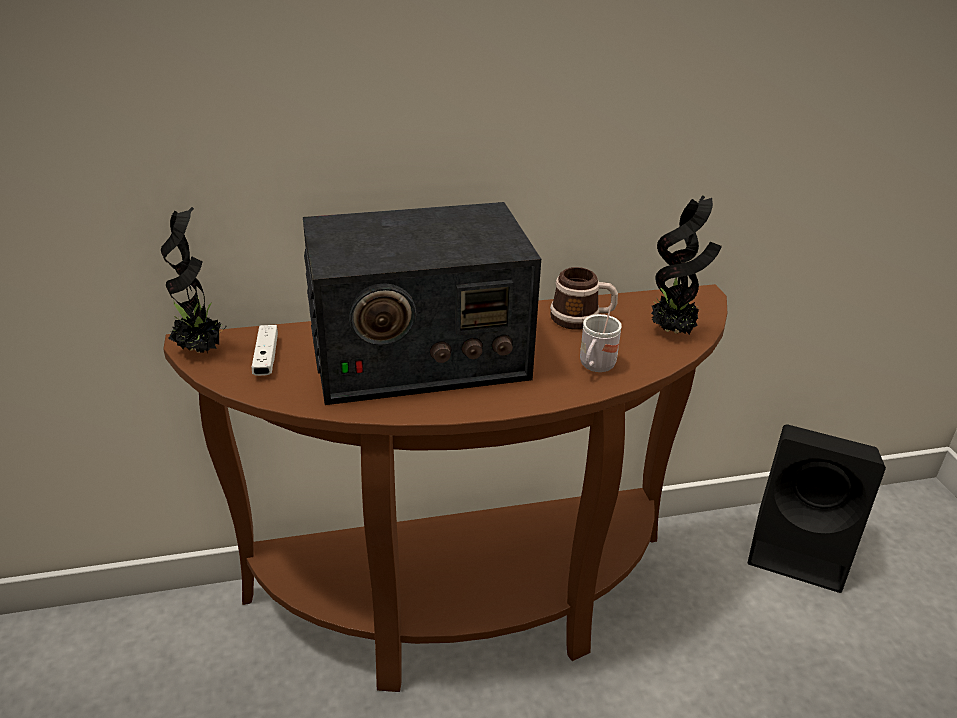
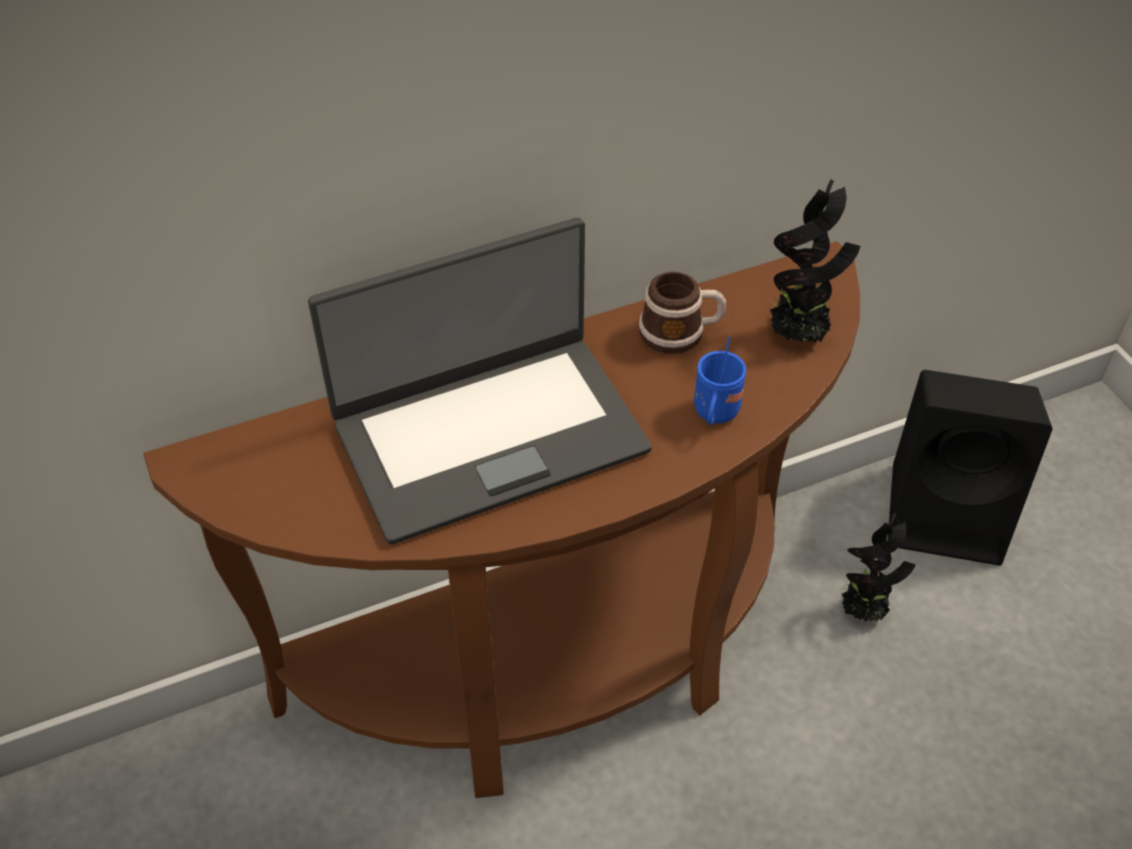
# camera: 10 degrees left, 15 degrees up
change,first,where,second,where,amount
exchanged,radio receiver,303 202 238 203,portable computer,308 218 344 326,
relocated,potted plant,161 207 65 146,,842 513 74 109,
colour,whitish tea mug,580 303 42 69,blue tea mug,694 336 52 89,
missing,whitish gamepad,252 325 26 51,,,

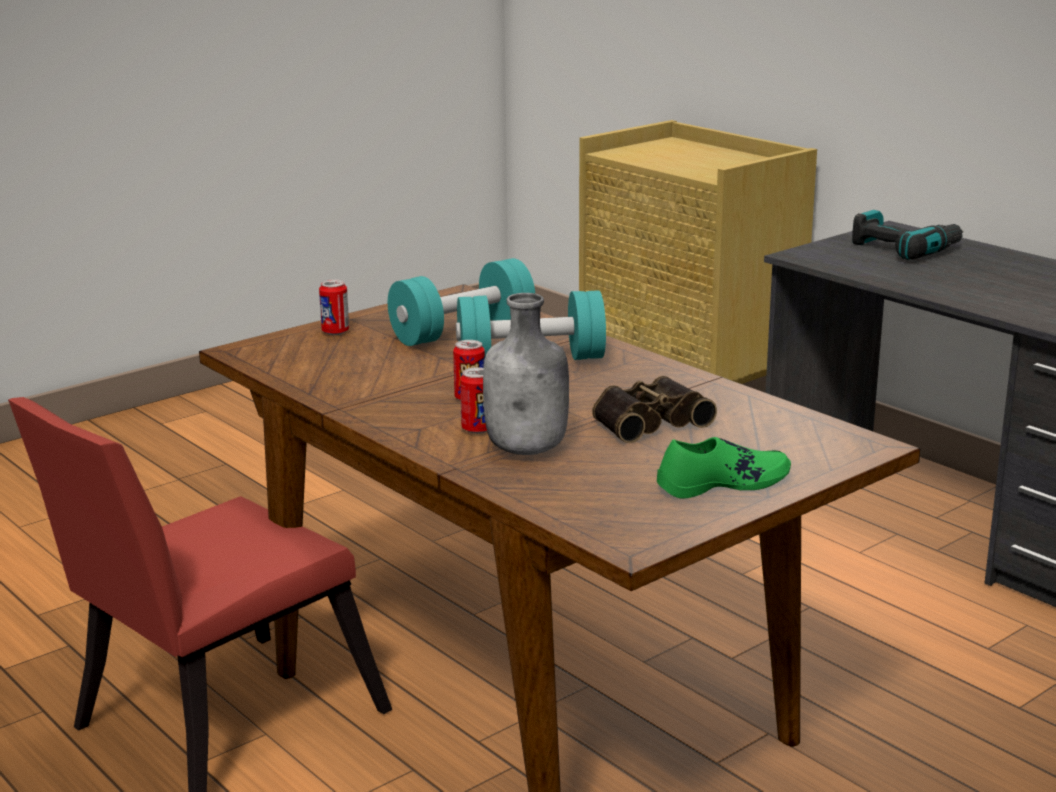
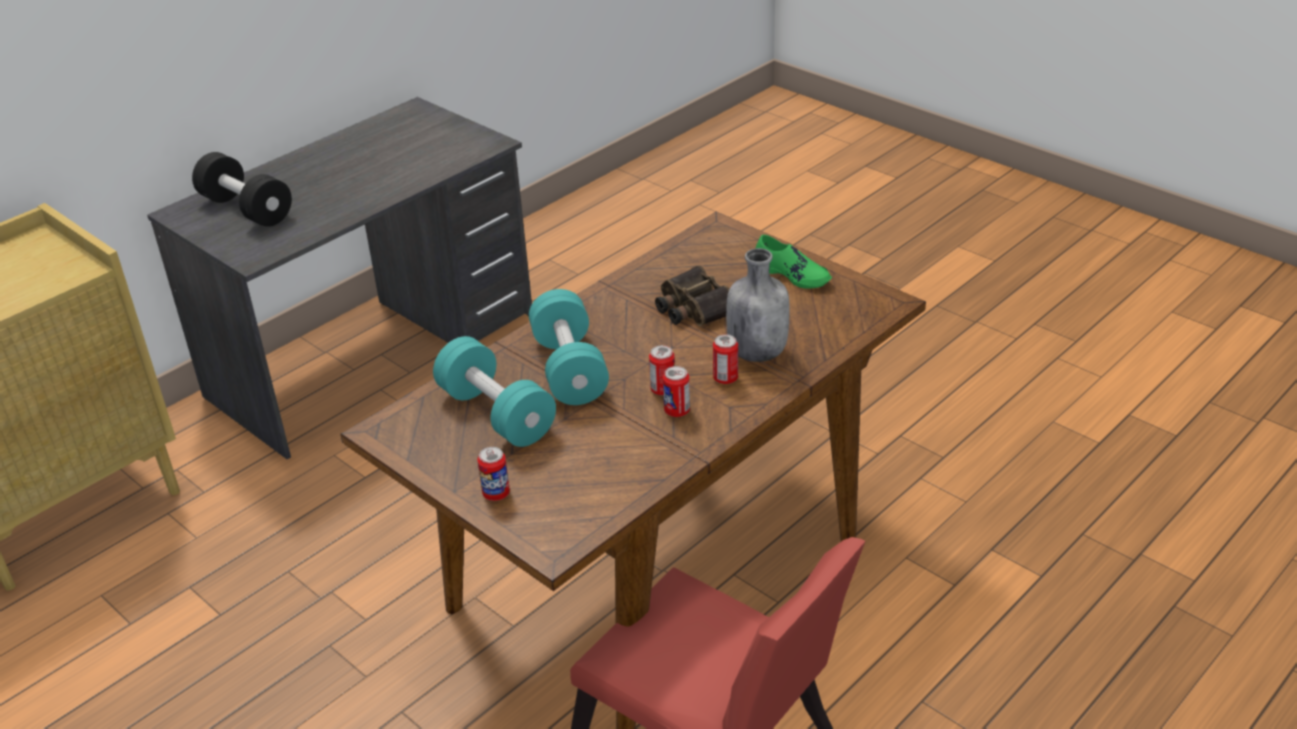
# camera: 95 degrees left, 15 degrees up
change,first,where,second,where,amount
exchanged,power drill,852 210 112 50,black-coloured free weight,192 152 100 75,
spun,greenish shoe,657 437 134 61,,755 235 77 54,150 degrees clockwise
appeared,,,can,663 366 27 51,

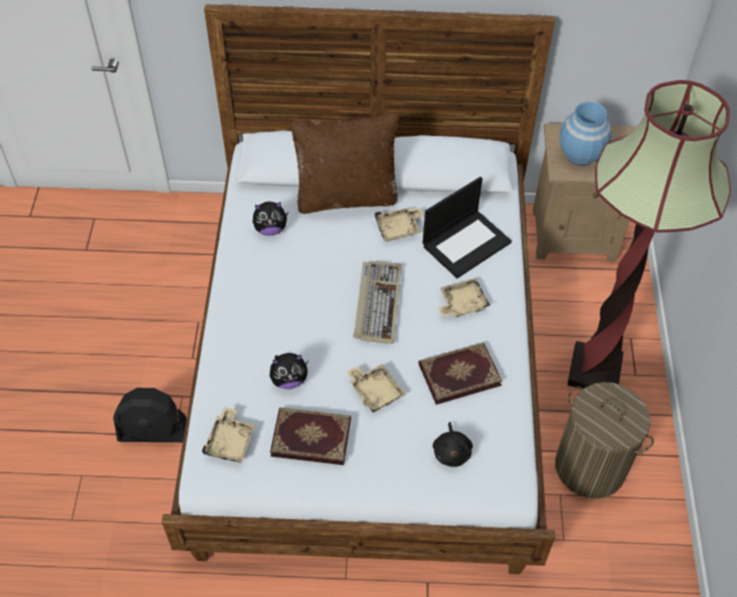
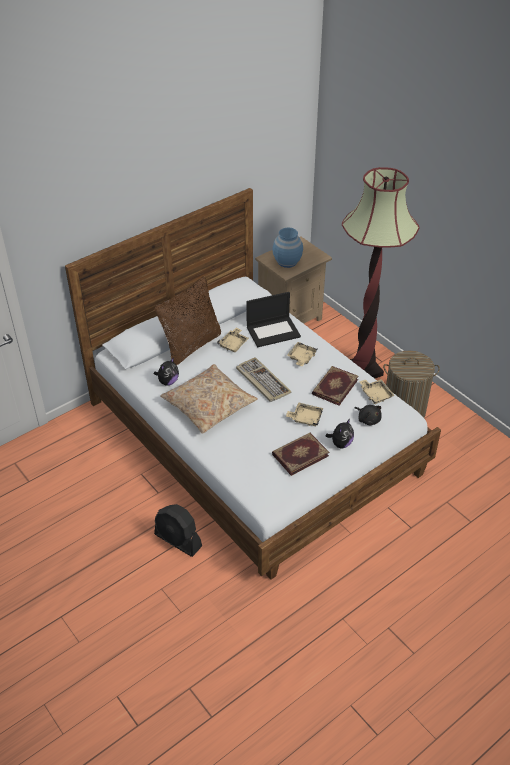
# camera: 40 degrees left, 10 degrees down
change,first,where,second,where,amount
spun,portable computer,423 177 89 101,,246 292 55 55,60 degrees clockwise
relocated,cuddly toy,270 353 38 36,,325 419 29 29,
spun,black-coloured electric fan,113 388 74 54,,154 504 48 53,75 degrees clockwise
relocated,beige-coloured carrying tray,202 407 53 56,,360 379 35 25,
appeared,,,beige-coloured throw pillow,160 364 98 70,

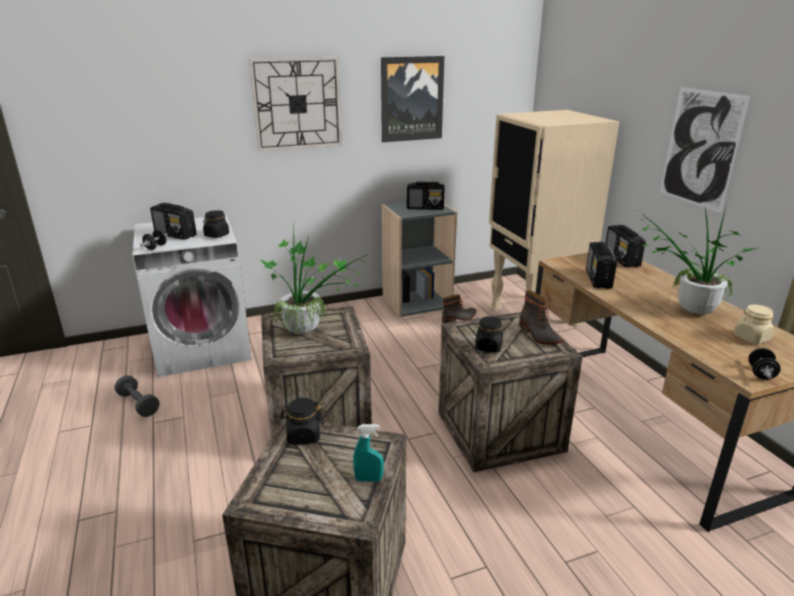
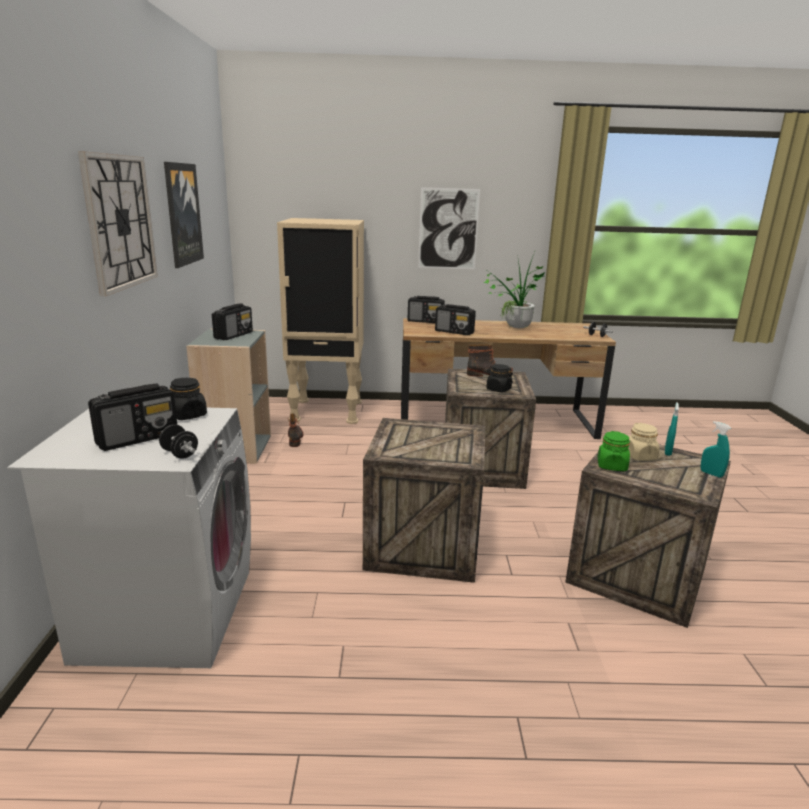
# camera: 70 degrees left, 5 degrees down
change,first,where,second,where,amount
missing,potted plant,260 228 110 107,,,
relocated,beige-coloured storage jar,734 305 40 39,,628 423 32 38,
missing,gray free weight,115 375 44 42,,,
colour,black-coloured storage jar,280 398 44 47,greenish storage jar,598 431 32 40,
appeared,,,blue-green hand sprayer,701 421 30 57,

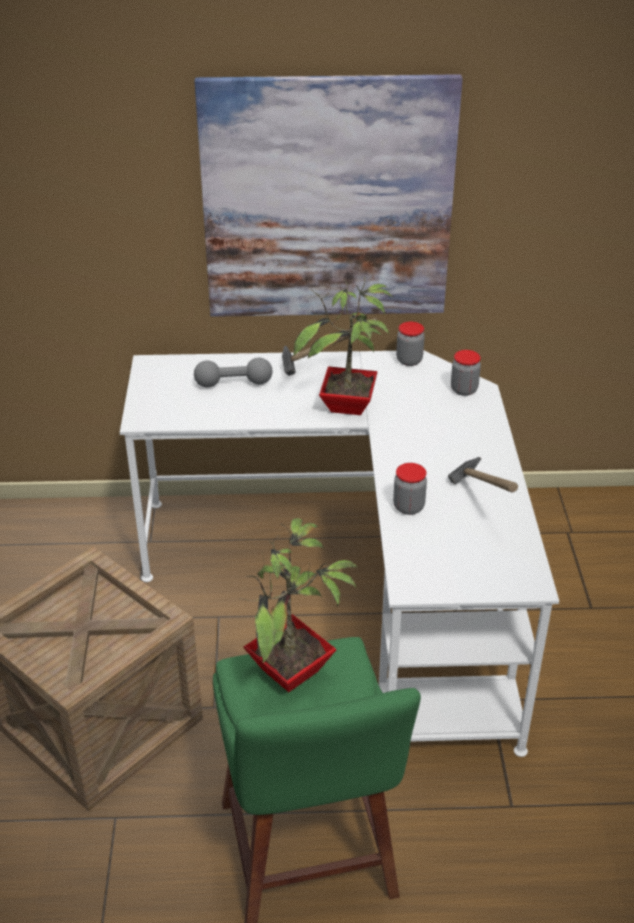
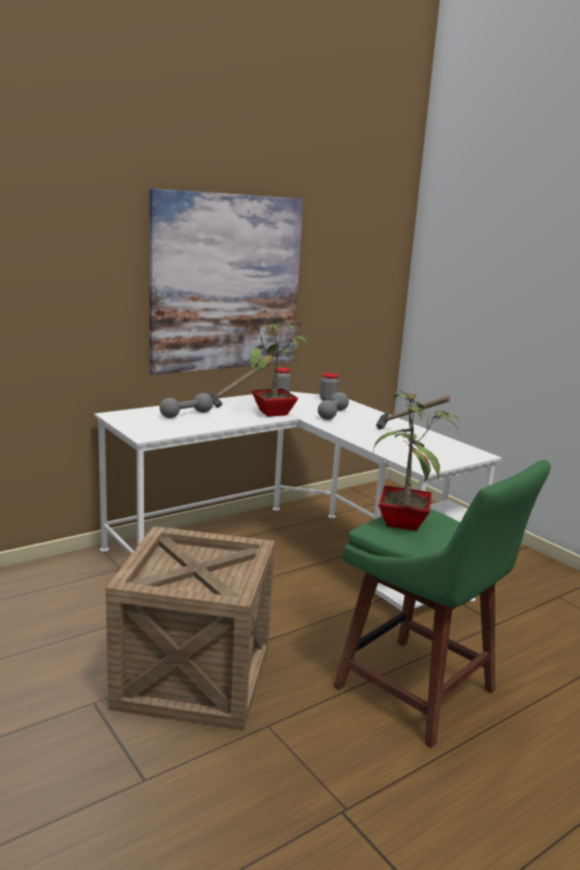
# camera: 35 degrees left, 20 degrees down
change,first,where,second,where,amount
missing,storage jar,393 463 34 52,,,
appeared,,,gray free weight,318 392 31 28,

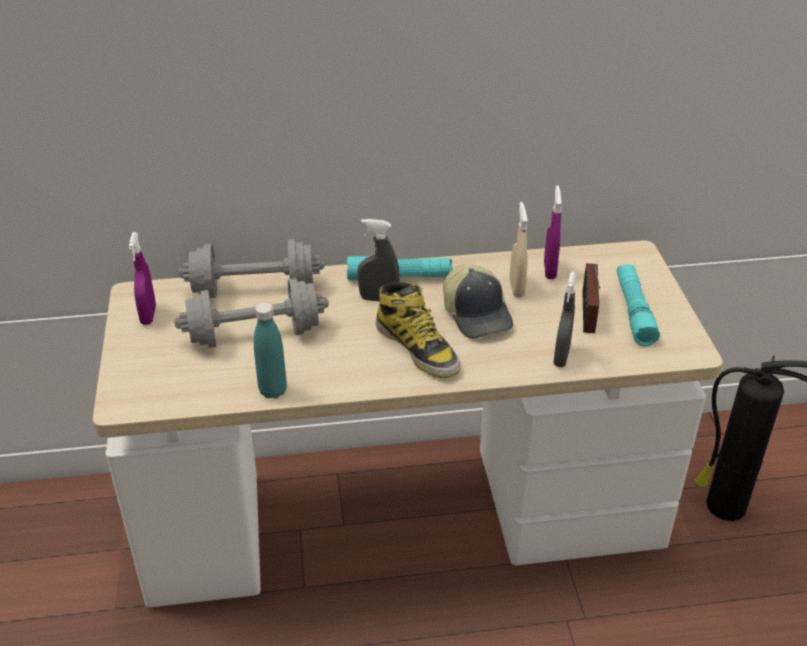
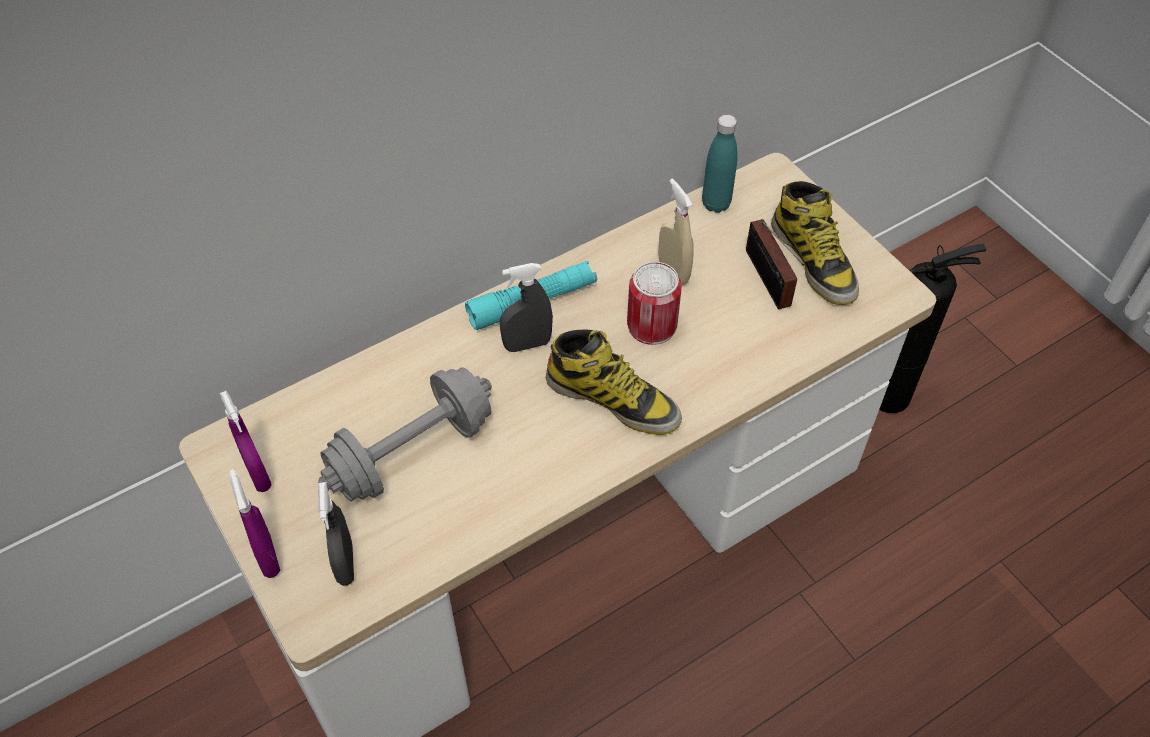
# camera: 25 degrees left, 15 degrees up
change,first,where,second,where,amount
relocated,purple hand sprayer,544 185 18 94,,229 469 51 109,
missing,gray free weight,178 239 147 59,,,
exchanged,baseball cap,443 264 70 75,can,627 262 55 83,
exchanged,blue-green hand torch,617 264 43 82,tall boot,771 181 88 124,
relocated,gray hand sprayer,553 272 24 95,,318 482 36 104,
relocated,blue-green beverage bottle,254 302 33 96,,702 115 36 98,

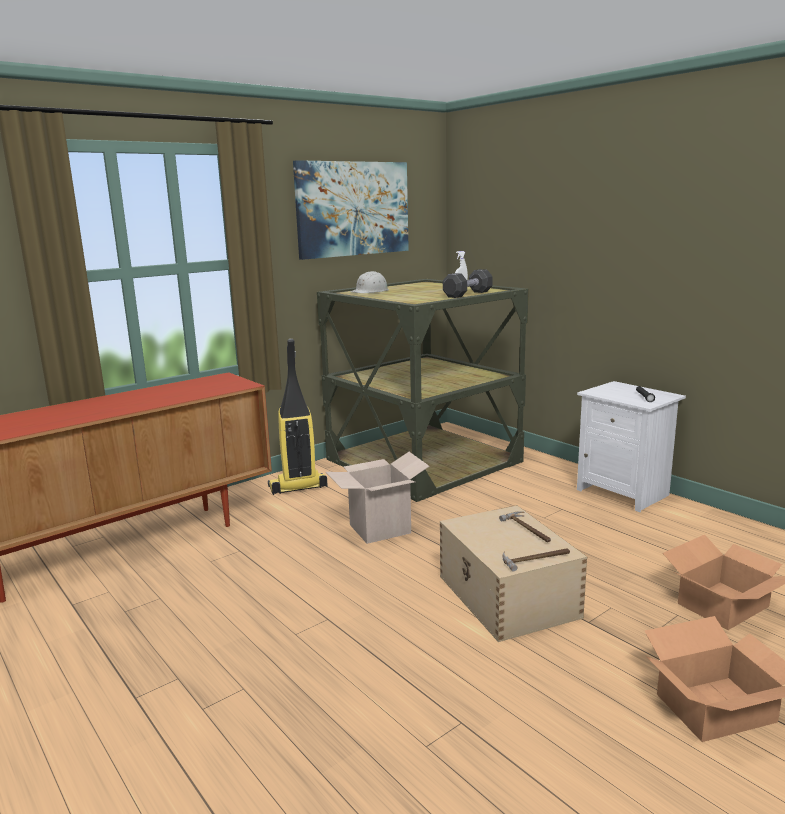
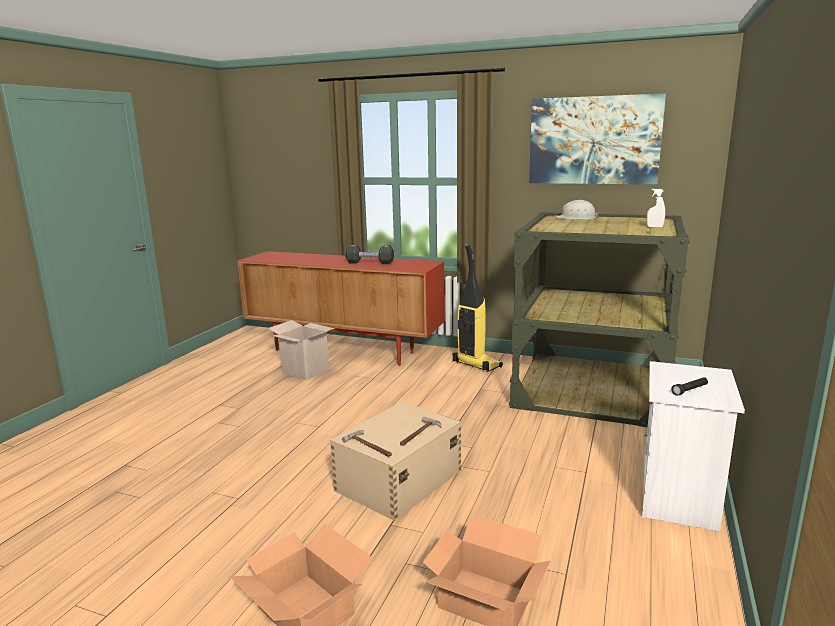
# camera: 60 degrees right, 0 degrees up
change,first,where,second,where,amount
relocated,black-coloured free weight,443 269 50 29,,345 245 49 19,
relocated,carton,326 452 103 92,,267 320 70 60,

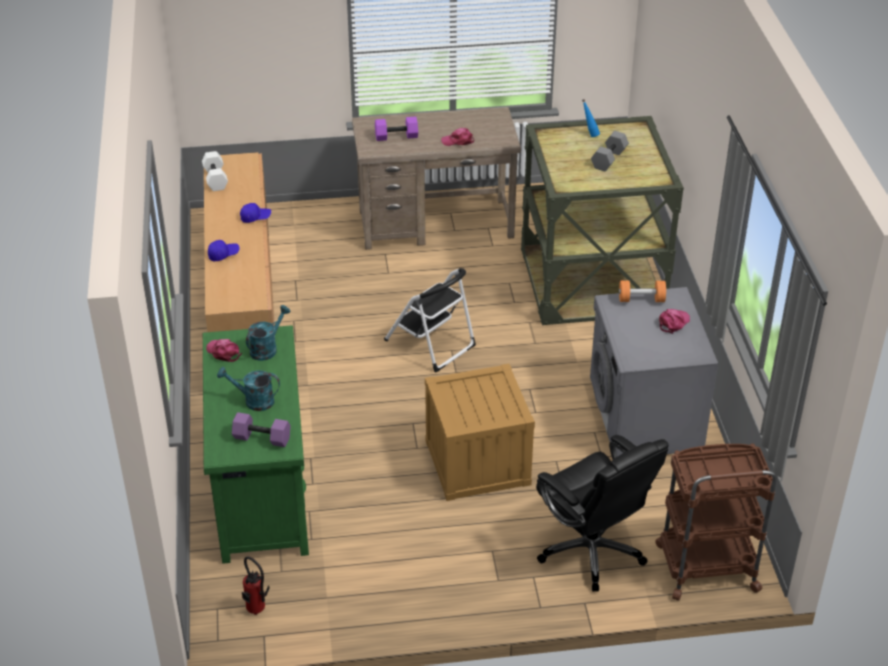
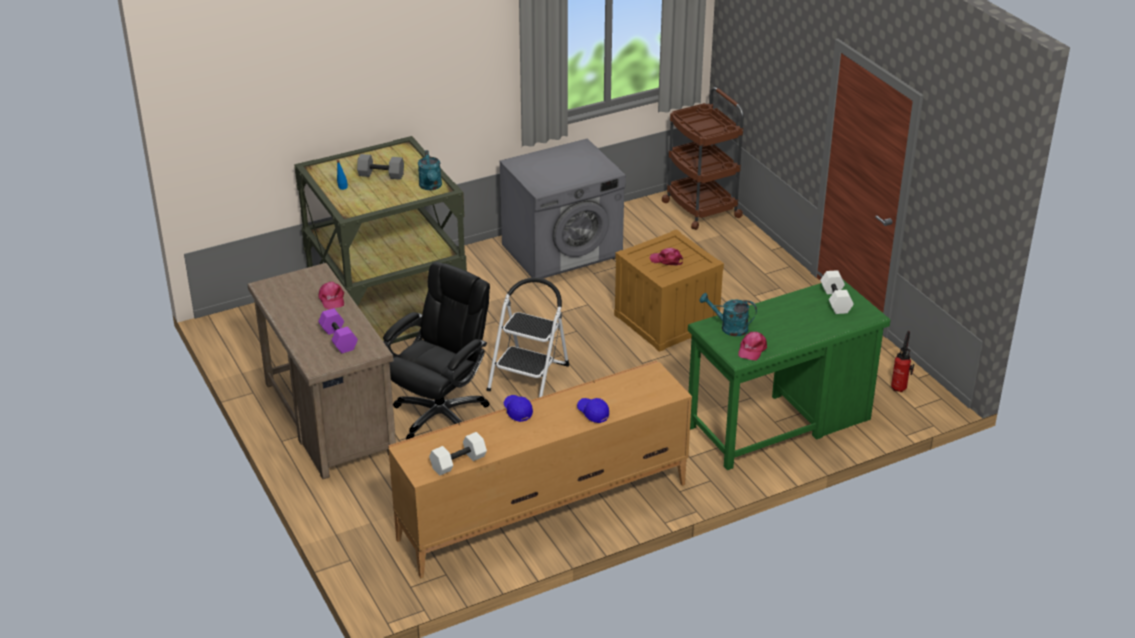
# camera: 110 degrees left, 5 degrees down
change,first,where,second,where,amount
missing,orange free weight,619 280 47 22,,,
relocated,pink-coloured baseball cap,659 309 31 25,,650 248 33 17,
relocated,blue-green sprinkling can,217 367 63 44,,418 150 24 40,
colour,purple free weight,232 412 59 35,whitish free weight,820 270 34 44,
relocated,black-coloured computer chair,536 435 133 157,,383 262 107 177,

